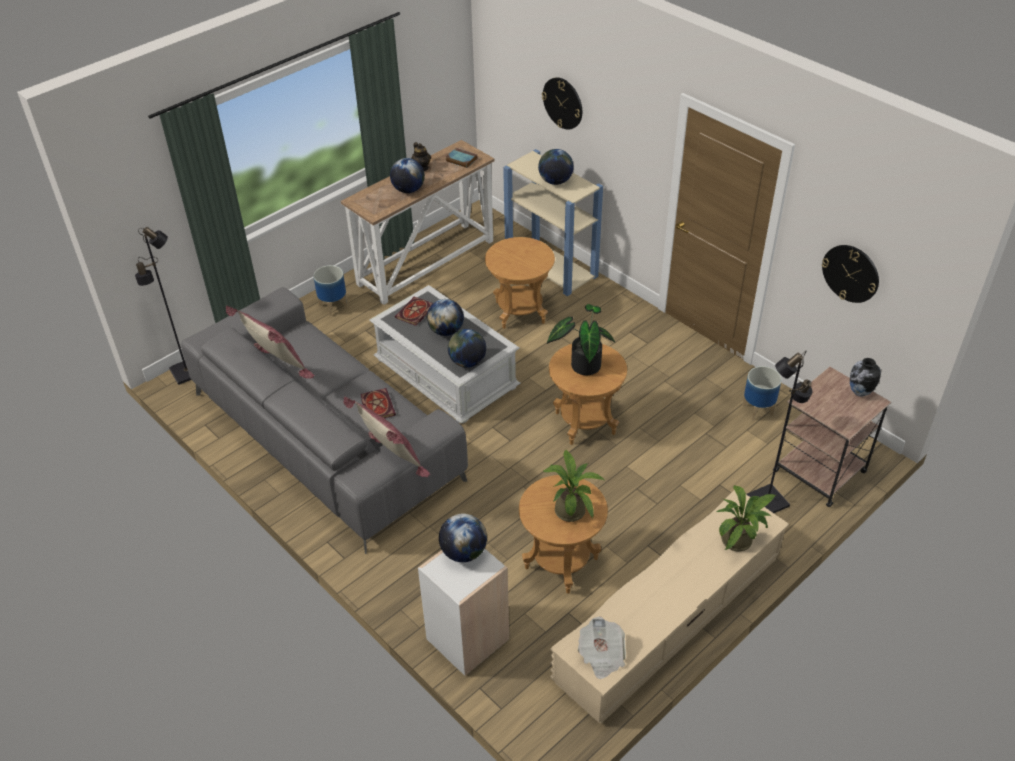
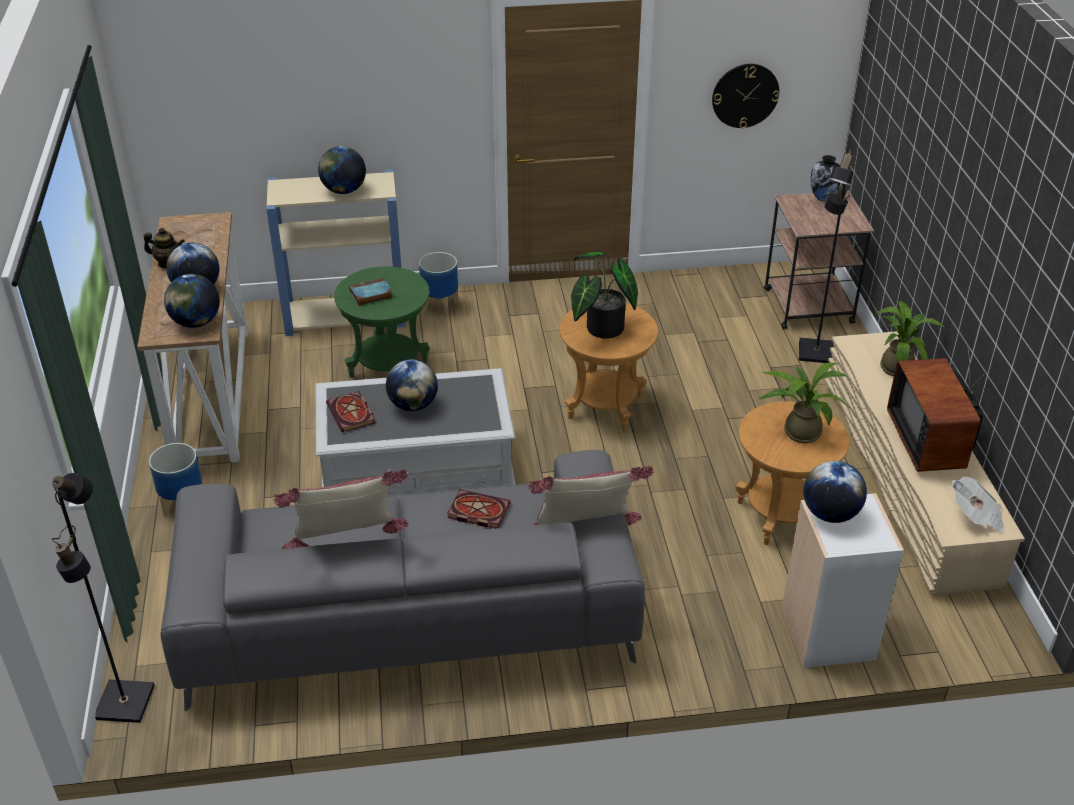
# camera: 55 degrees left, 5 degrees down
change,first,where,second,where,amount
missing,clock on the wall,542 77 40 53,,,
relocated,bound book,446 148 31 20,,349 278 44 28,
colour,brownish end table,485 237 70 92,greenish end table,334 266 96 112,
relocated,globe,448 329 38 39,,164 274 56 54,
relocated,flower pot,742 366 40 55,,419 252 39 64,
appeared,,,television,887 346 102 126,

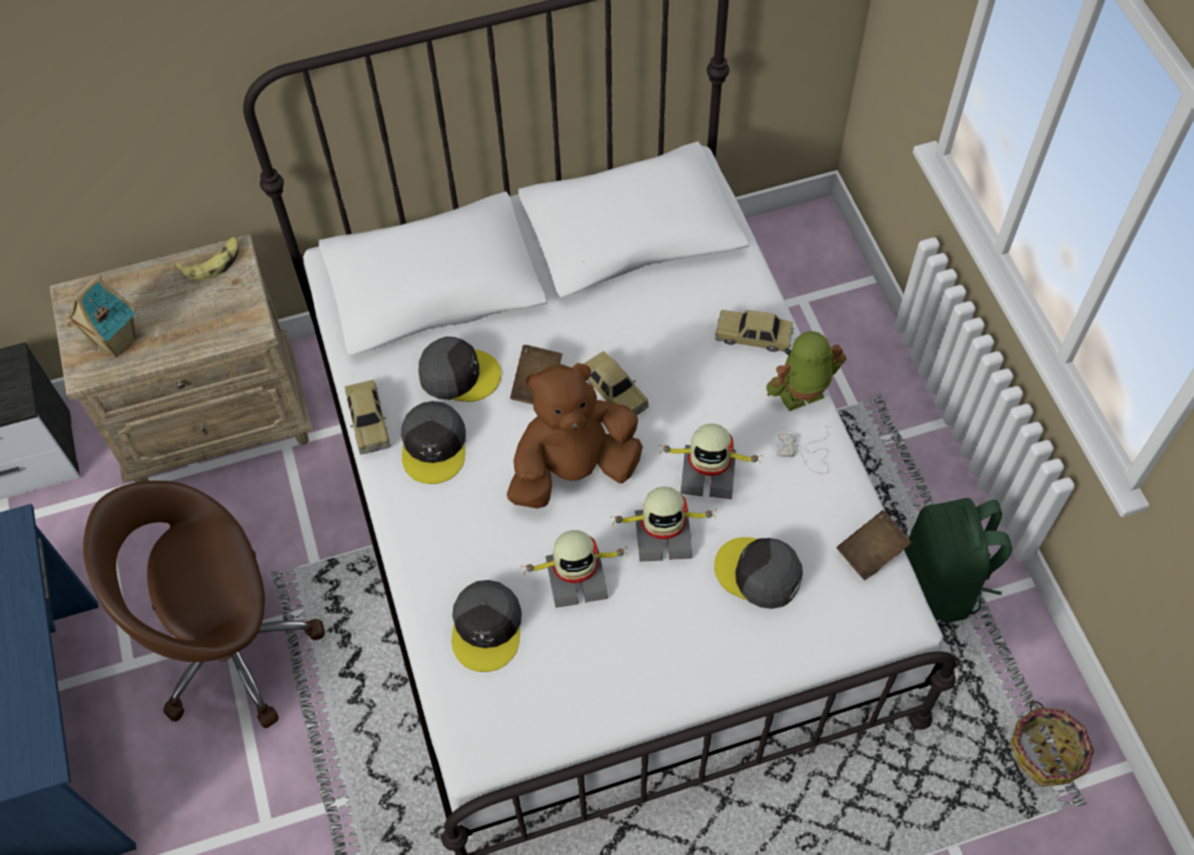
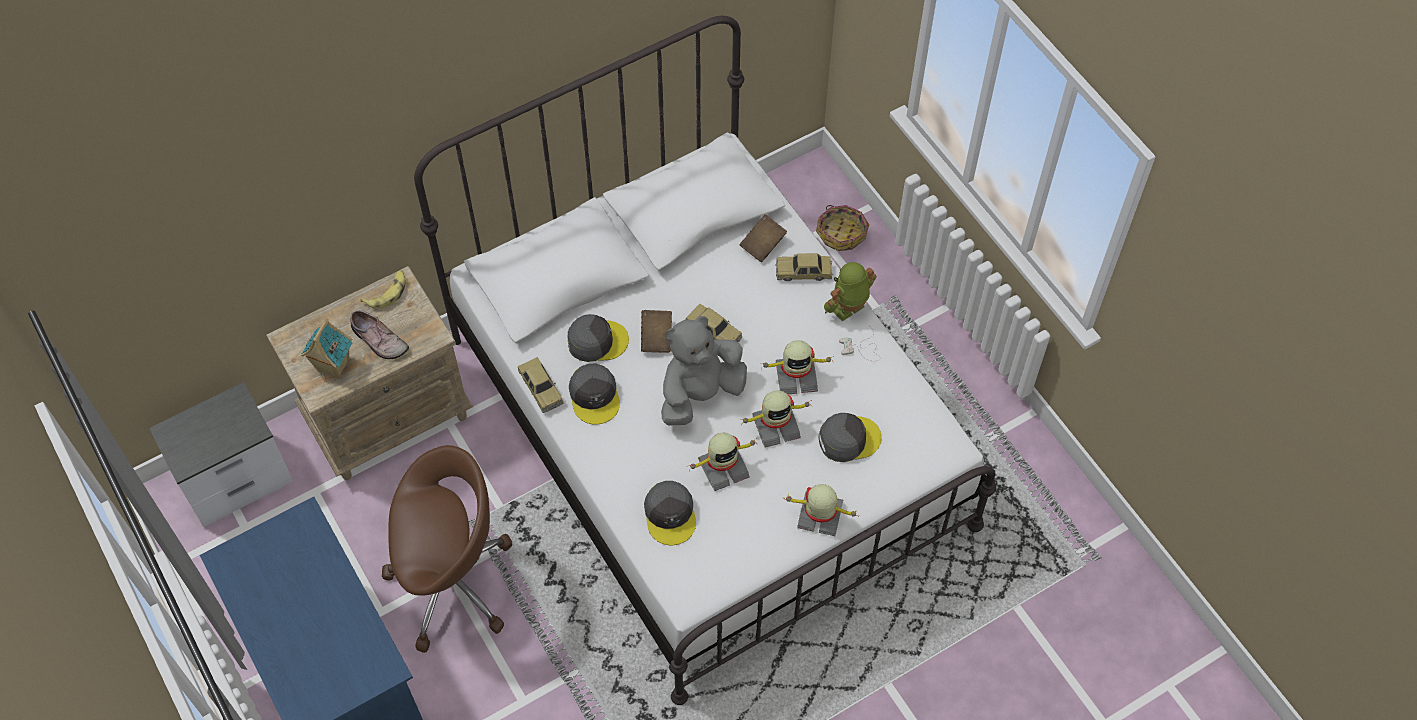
# camera: 15 degrees left, 0 degrees up
change,first,where,second,where,amount
colour,brownish cuddly toy,507 363 136 146,gray cuddly toy,661 316 86 109,
spun,brownish computer chair,83 481 242 247,,382 445 130 208,150 degrees counterclockwise
missing,greenish rucksack,905 498 107 124,,,
relocated,brownish bound book,837 510 75 70,,739 214 48 48,
spun,gray baseball cap,714 537 89 72,,819 413 63 49,150 degrees clockwise
relocated,basket,1010 701 84 86,,816 205 53 46,
appeared,,,shoe,350 310 59 49,
appeared,,,toy robot,783 484 77 53,

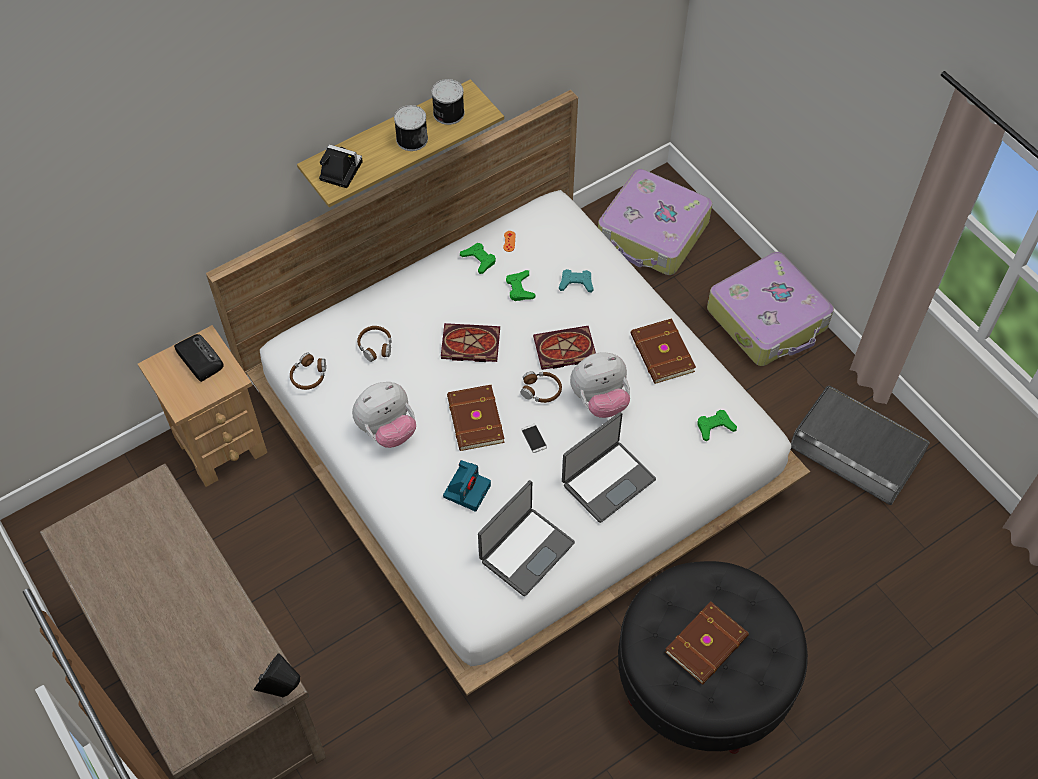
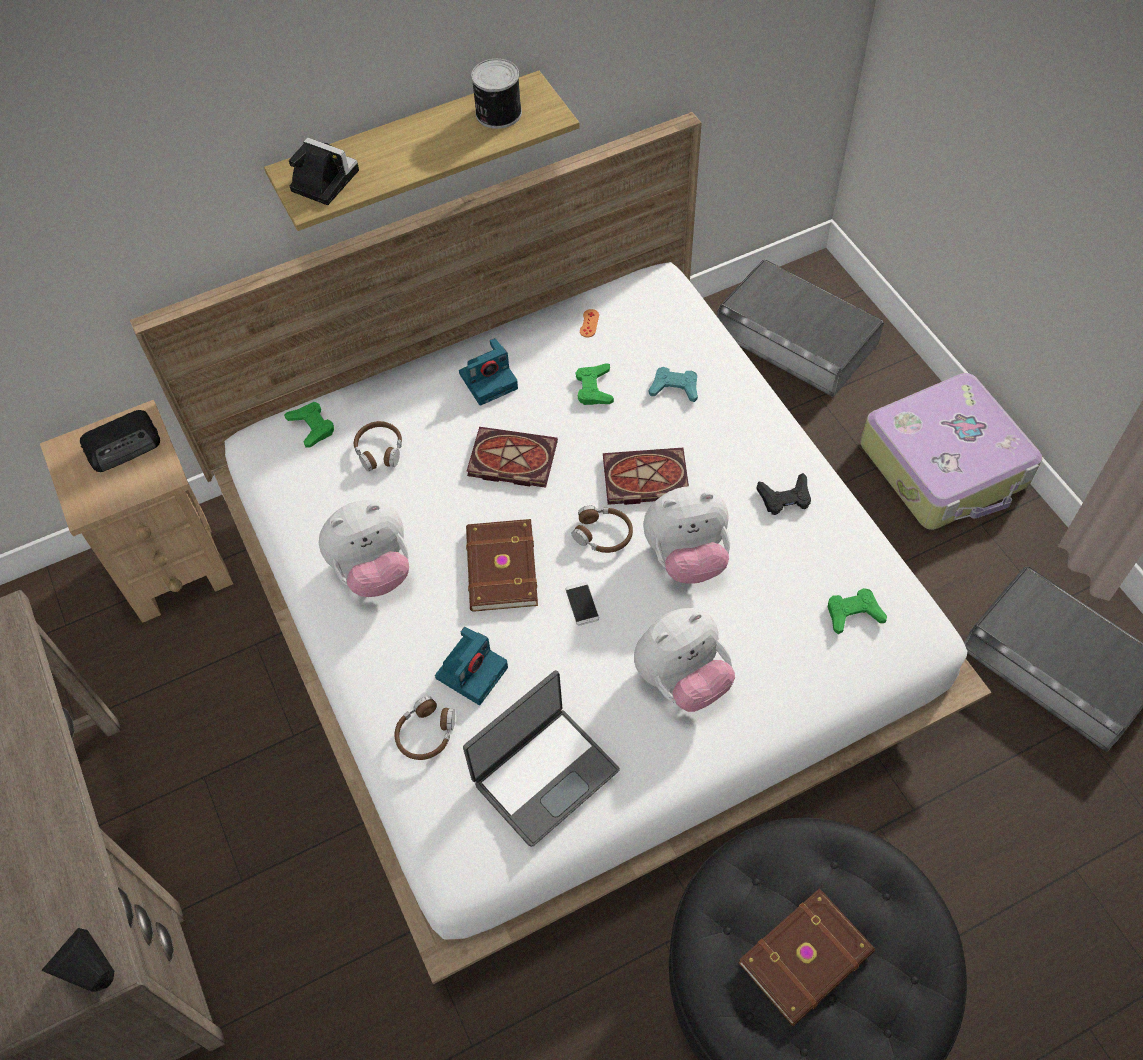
# camera: 10 degrees right, 0 degrees up
change,first,where,second,where,amount
missing,can,394 105 34 46,,,
exchanged,suitcase,598 169 114 106,gray storage box,717 260 167 137,
relocated,greenish gamepad,460 243 36 31,,284 402 50 46,
exchanged,brownish bound book,631 318 65 66,black-coloured gamepad,756 473 55 42,
spun,radio receiver,174 334 49 48,,80 410 80 62,90 degrees clockwise
relocated,brownish headphones,290 353 36 37,,395 696 60 64,
exchanged,portable computer,562 412 94 111,cuddly toy,634 608 101 104,
appeared,,,photo camera,459 338 59 68,

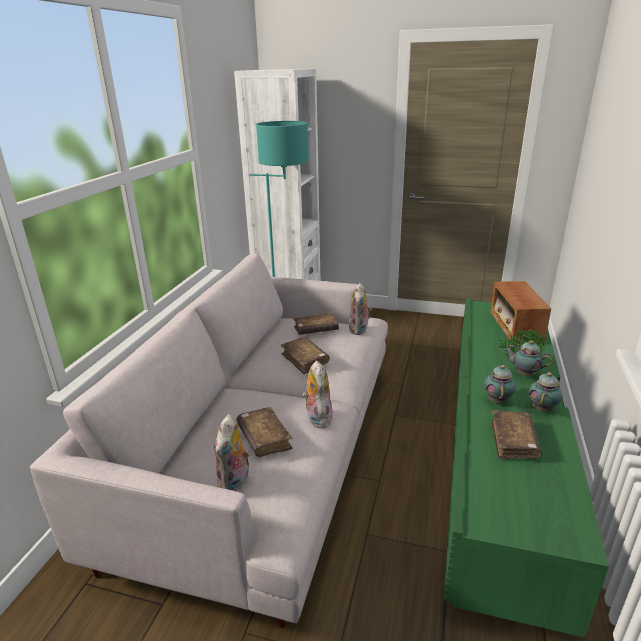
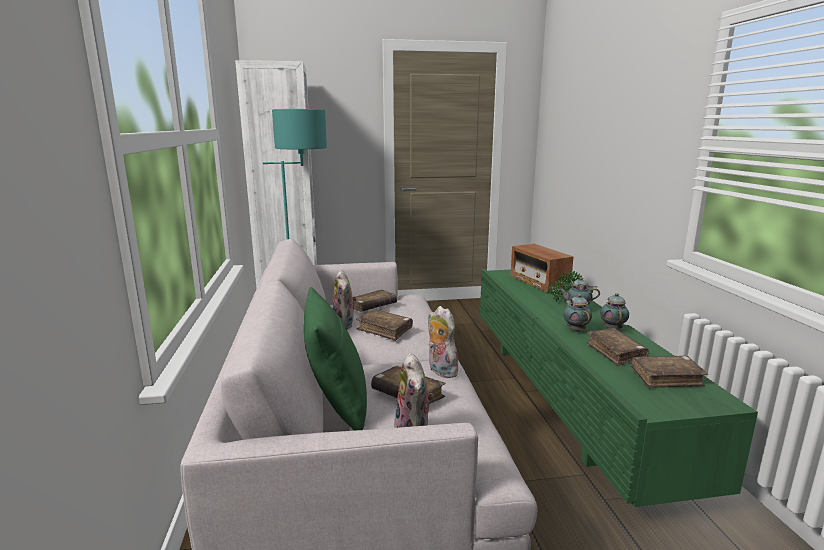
# camera: 25 degrees left, 10 degrees down
change,first,where,second,where,amount
relocated,cuddly toy,349 283 23 52,,333 270 24 60,
appeared,,,greenish throw pillow,304 287 63 144,
appeared,,,brownish bound book,631 356 77 32,

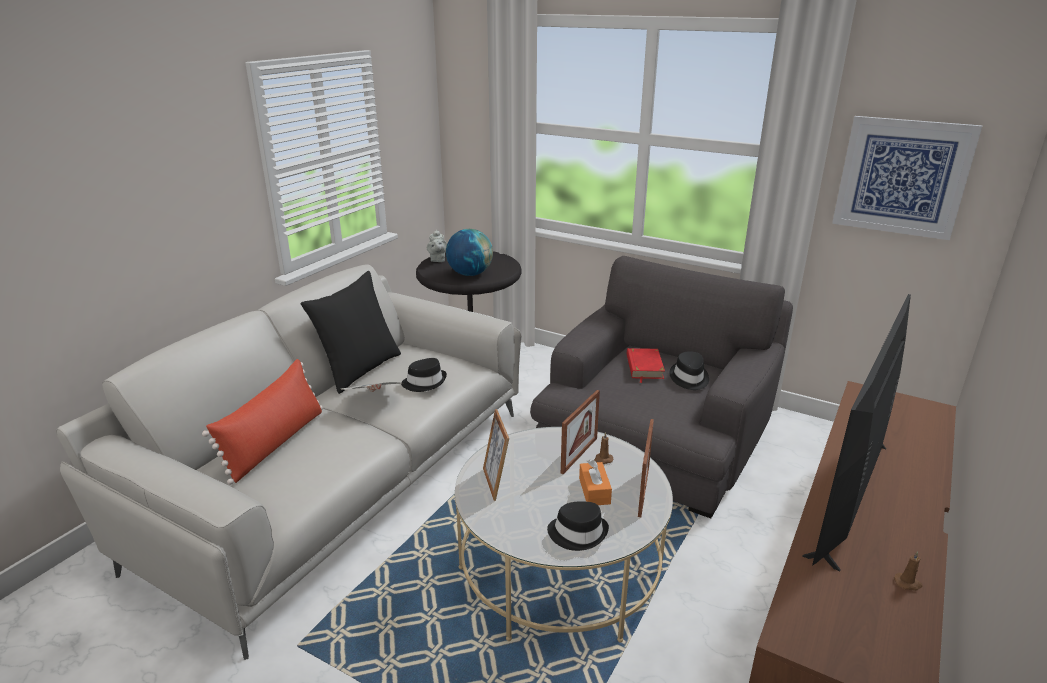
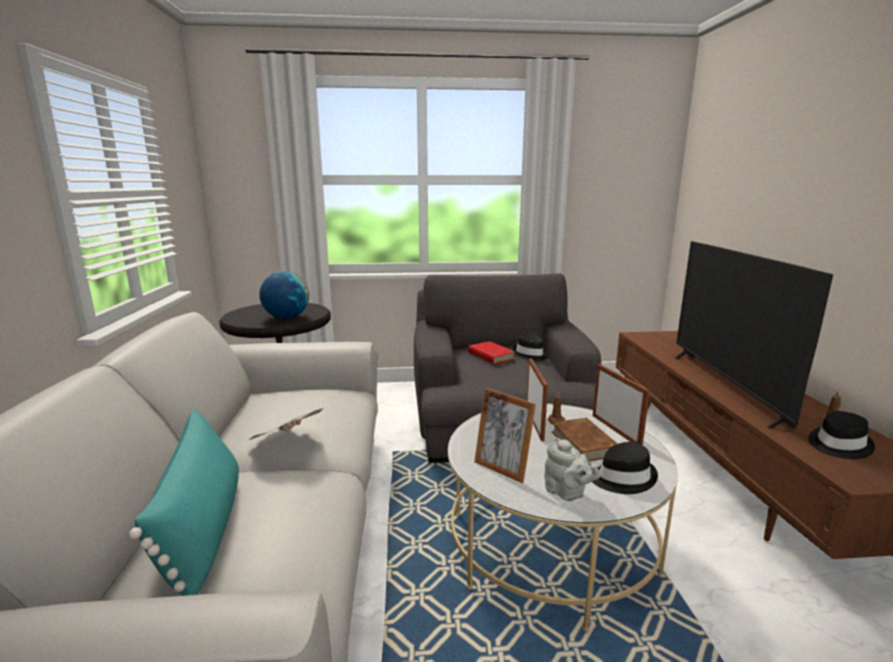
# camera: 35 degrees left, 10 degrees down
change,first,where,second,where,amount
missing,picture,832 116 150 124,,,
relocated,gray tea pot,427 230 20 32,,544 437 57 64,
missing,black-coloured throw pillow,301 271 100 123,,,
relocated,black-coloured clothing hat,401 358 46 34,,808 411 67 48,
colour,reddish throw pillow,202 359 121 126,blue-green throw pillow,129 409 110 187,
exchanged,orange box of tissues,579 460 33 45,brownish bound book,552 418 66 44,

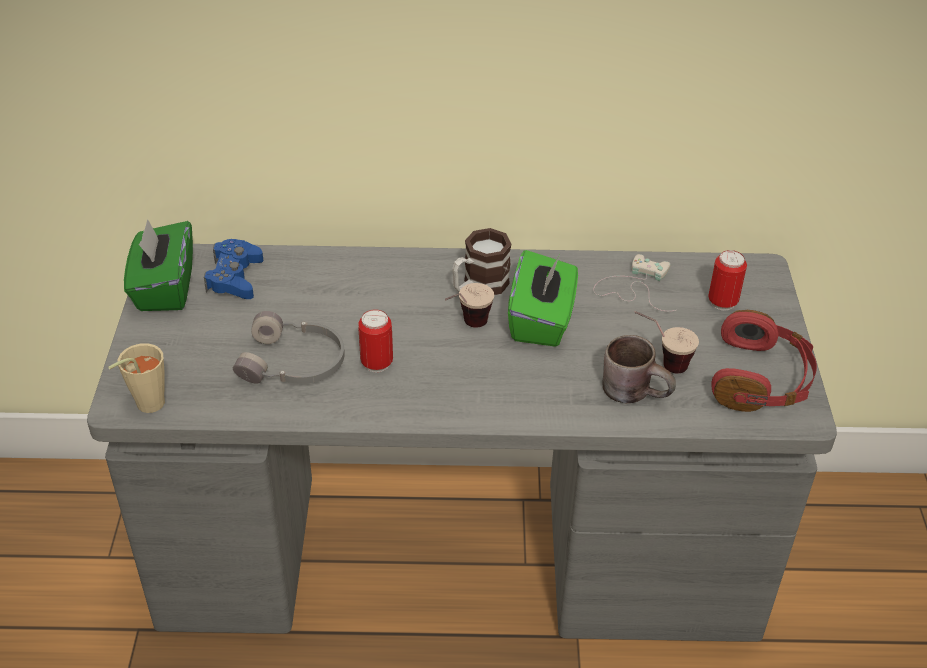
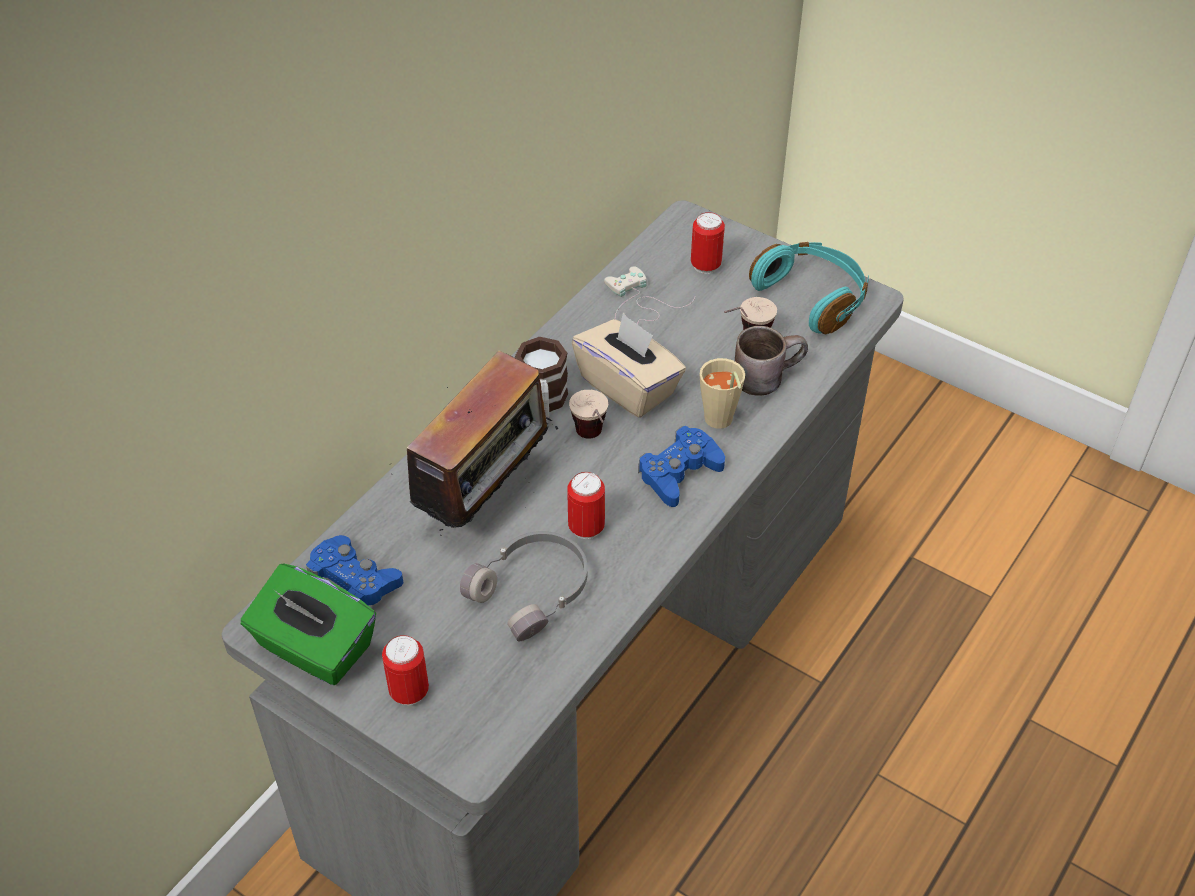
# camera: 55 degrees left, 5 degrees up
change,first,where,second,where,amount
colour,greenish box of tissues,508 250 70 97,beige-coloured box of tissues,572 313 114 105,
colour,reddish headphones,711 310 106 102,blue-green headphones,749 242 120 93,
relocated,beige-coloured small cup,108 343 57 70,,699 358 46 71,
appeared,,,radio receiver,407 351 151 185,
appeared,,,blue gamepad,638 426 87 81,
appeared,,,can,382 635 47 70,

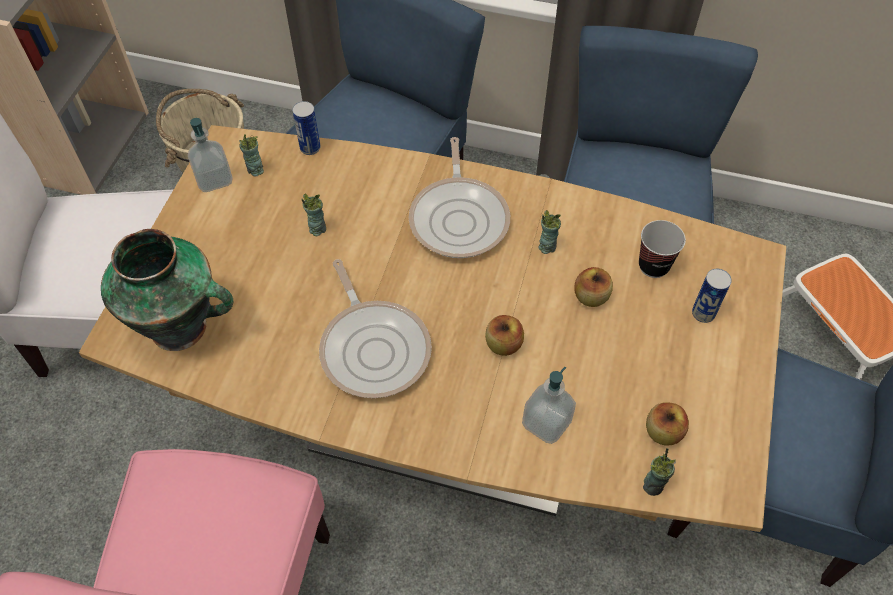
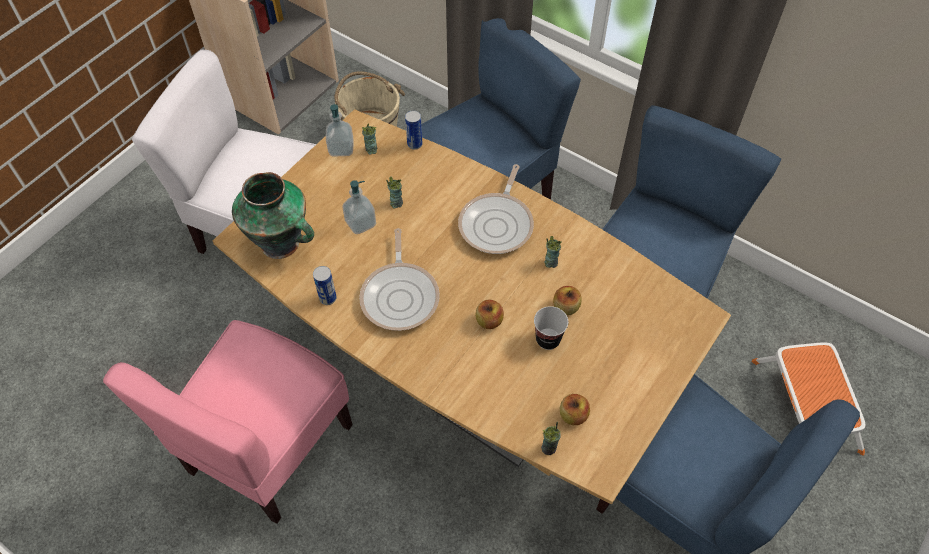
# camera: 20 degrees right, 0 degrees up
change,first,where,second,where,amount
relocated,small cup,639 220 47 58,,534 306 34 44,
relocated,can,692 269 40 54,,313 266 24 39,
relocated,liquid soap bottle,522 367 54 77,,343 180 33 54,

